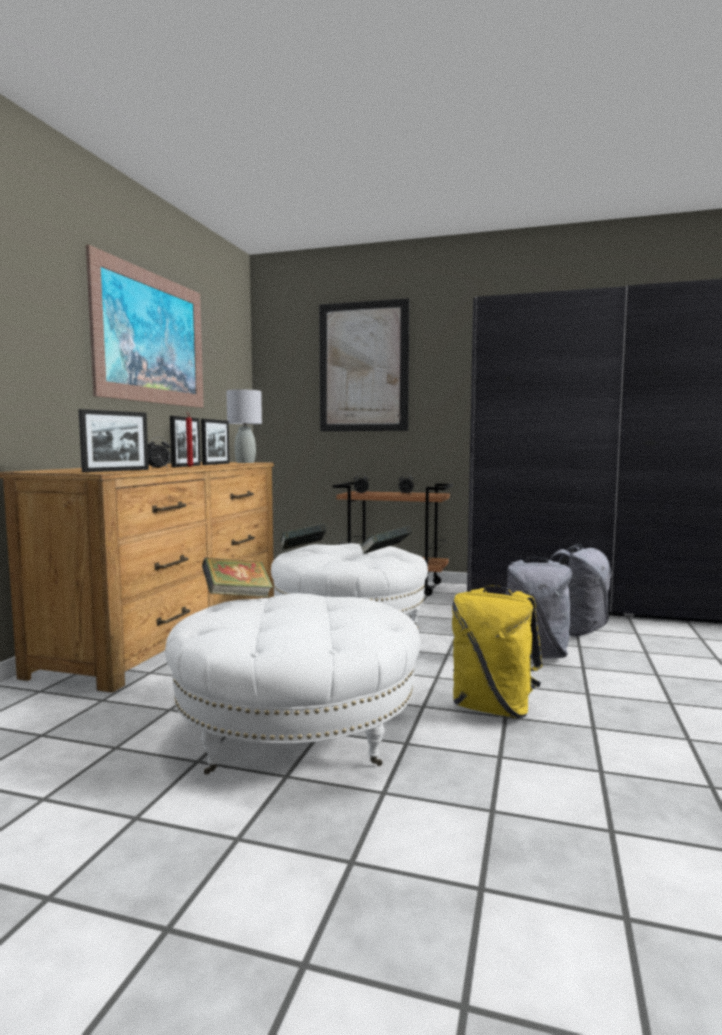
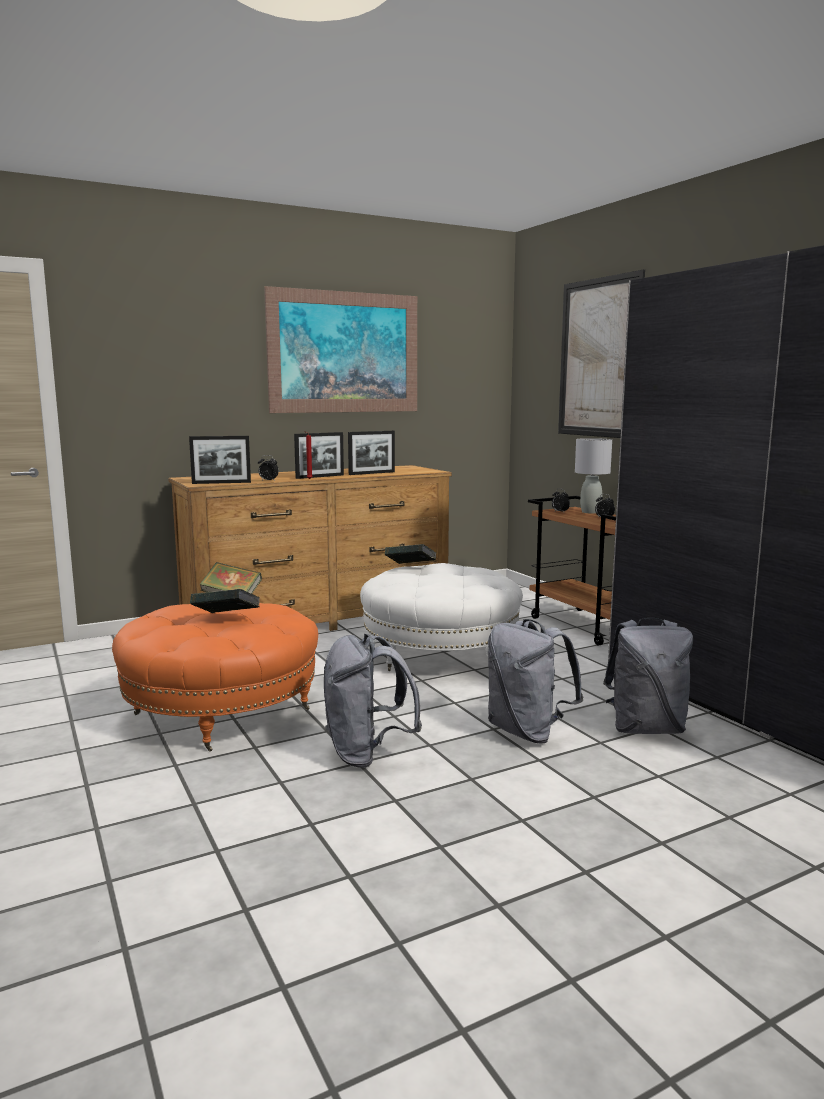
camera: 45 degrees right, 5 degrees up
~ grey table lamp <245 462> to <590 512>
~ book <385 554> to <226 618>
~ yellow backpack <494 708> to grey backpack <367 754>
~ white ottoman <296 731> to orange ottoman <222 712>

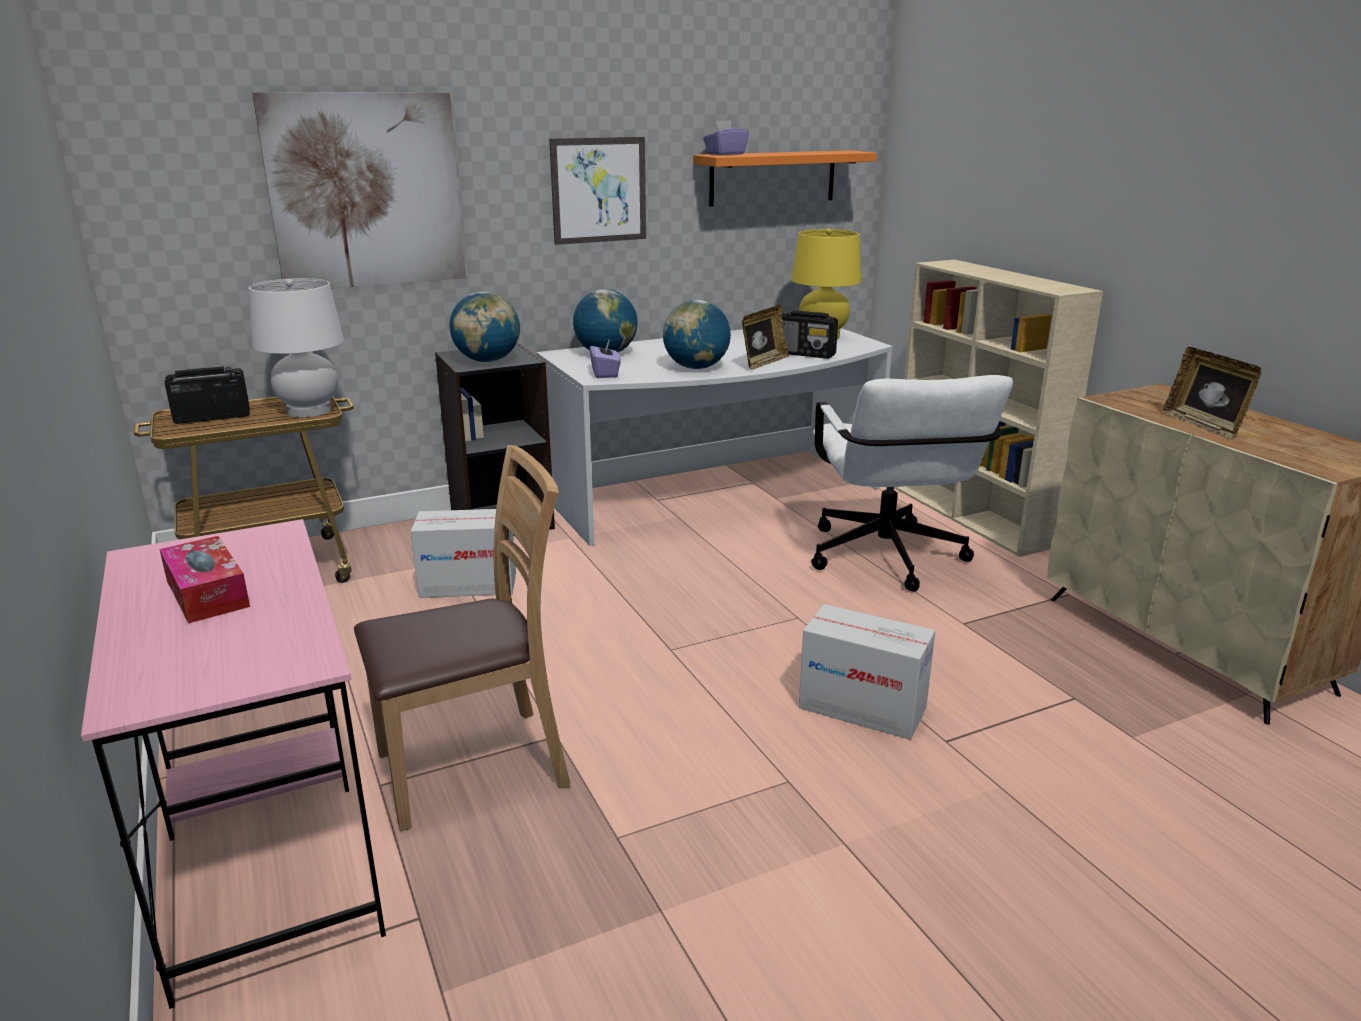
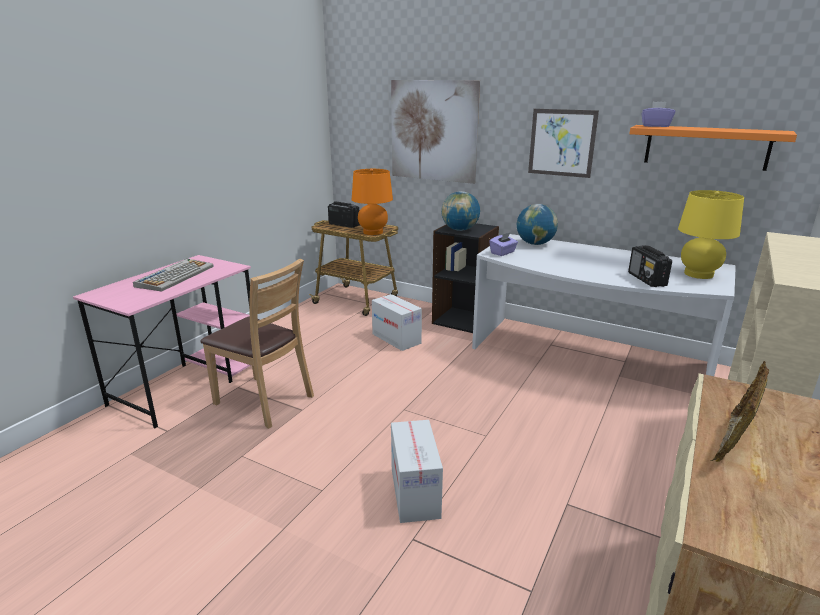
camera: 55 degrees right, 0 degrees up
~ white table lamp <309 411> to orange table lamp <373 232>
- globe <696 368>
- picture frame <763 363>
- white office chair <888 562>
~ tissue box <207 593> to keyboard <175 276>

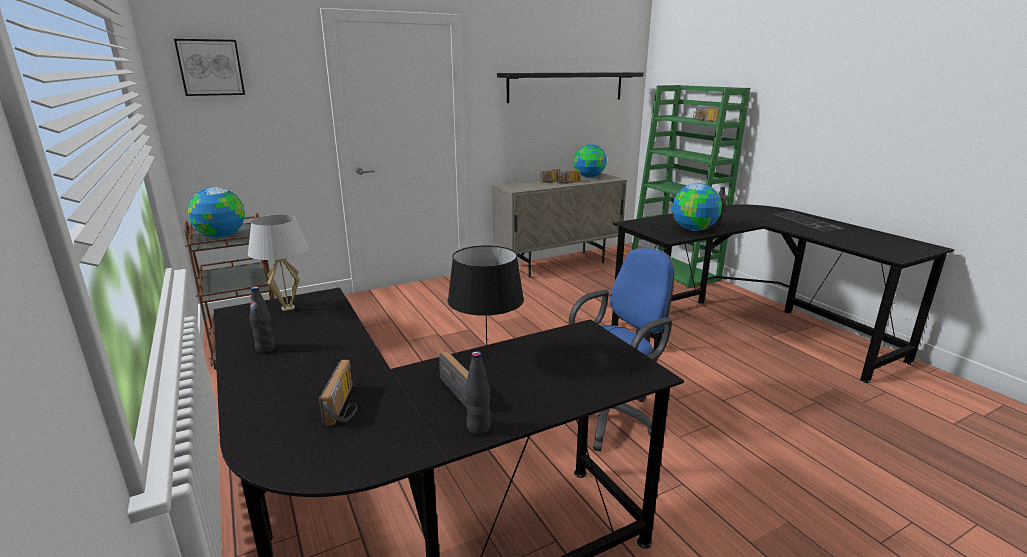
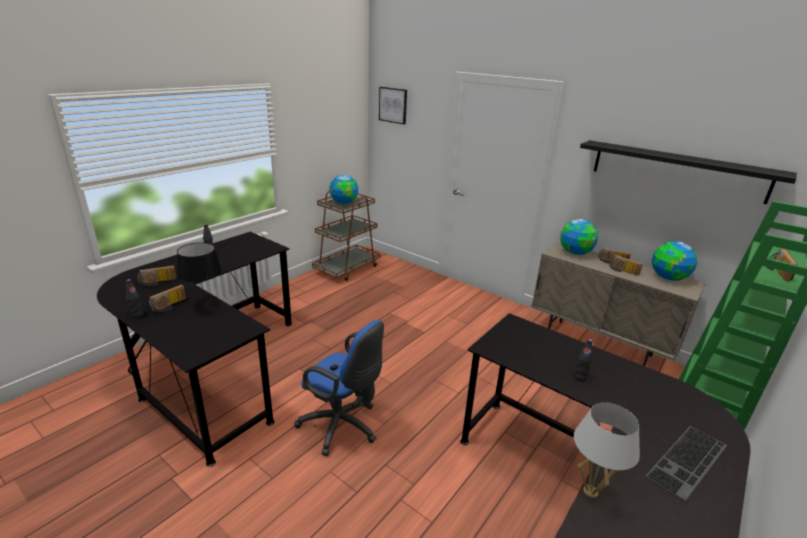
camera: 65 degrees right, 5 degrees up
~ globe <693 229> to <575 252>
~ white table lamp <288 308> to <590 491>

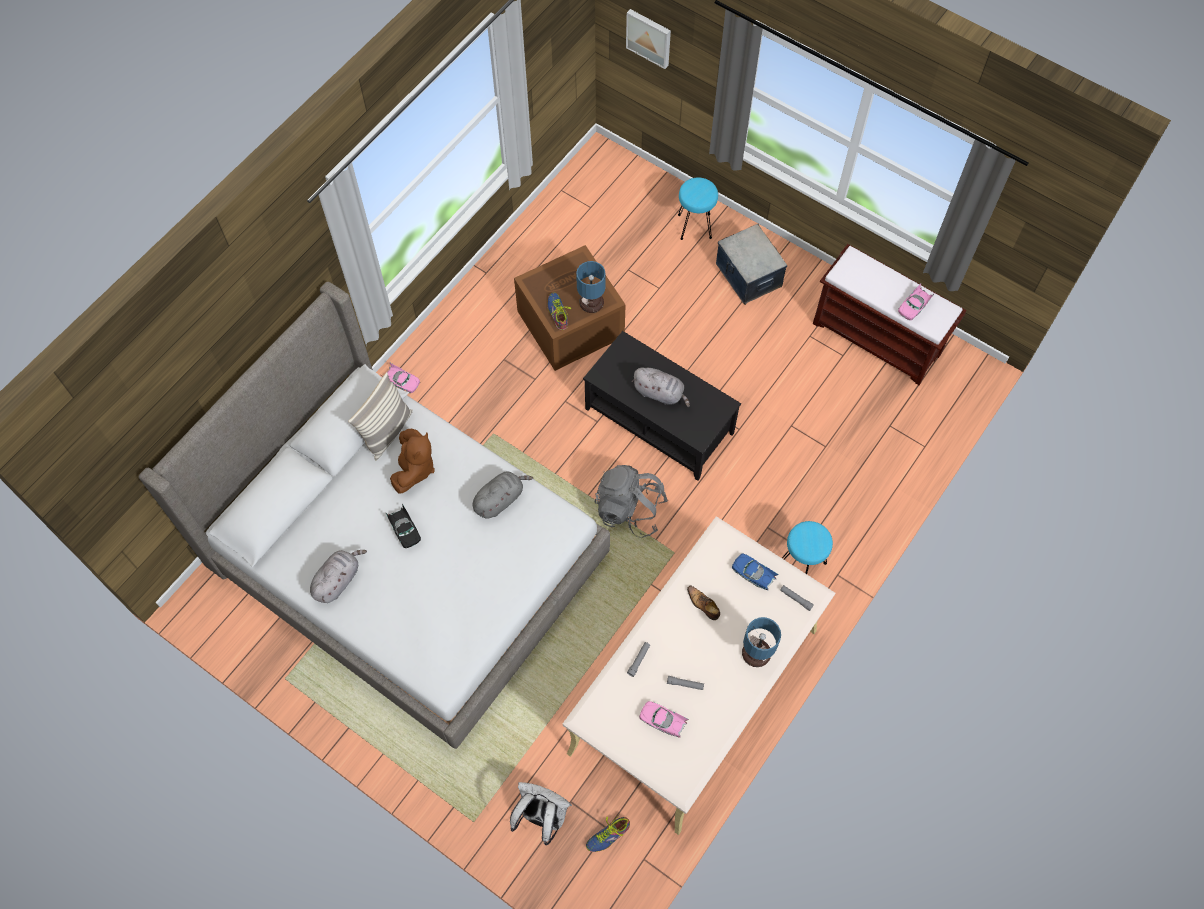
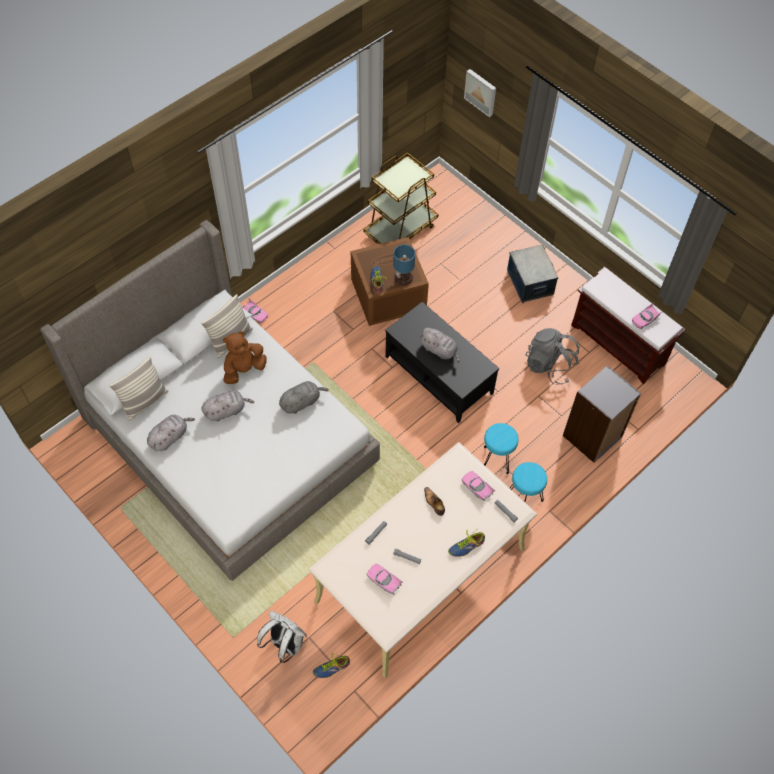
camera: 10 degrees right, 5 degrees down
~ turquoise stool <695 225> to <496 459>
~ brown plush toy <414 469> = <244 369> 150 degrees counterclockwise
~ grey backpack <630 509> to <549 366>
~ black toy car <404 530> to grey plush toy <226 410>
~ blue toy car <753 574> to pink toy car <477 488>
~ table lamp <757 654> to shoe <466 546>
+ brown cart <401 229>
+ pillow <144 402>
+ grey bookcase <592 437>

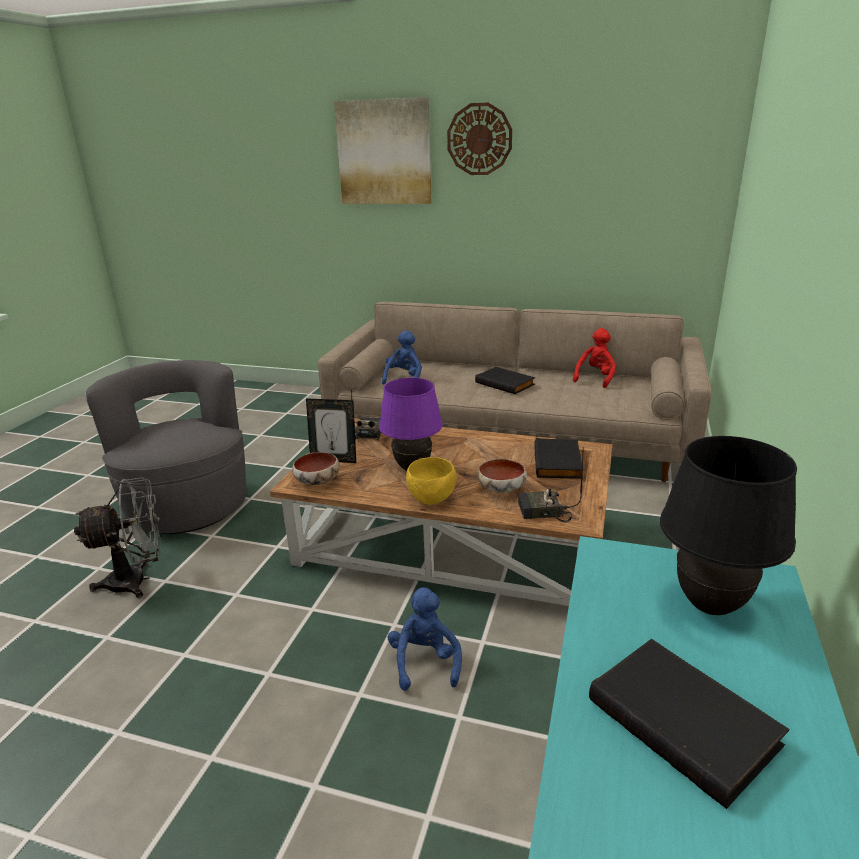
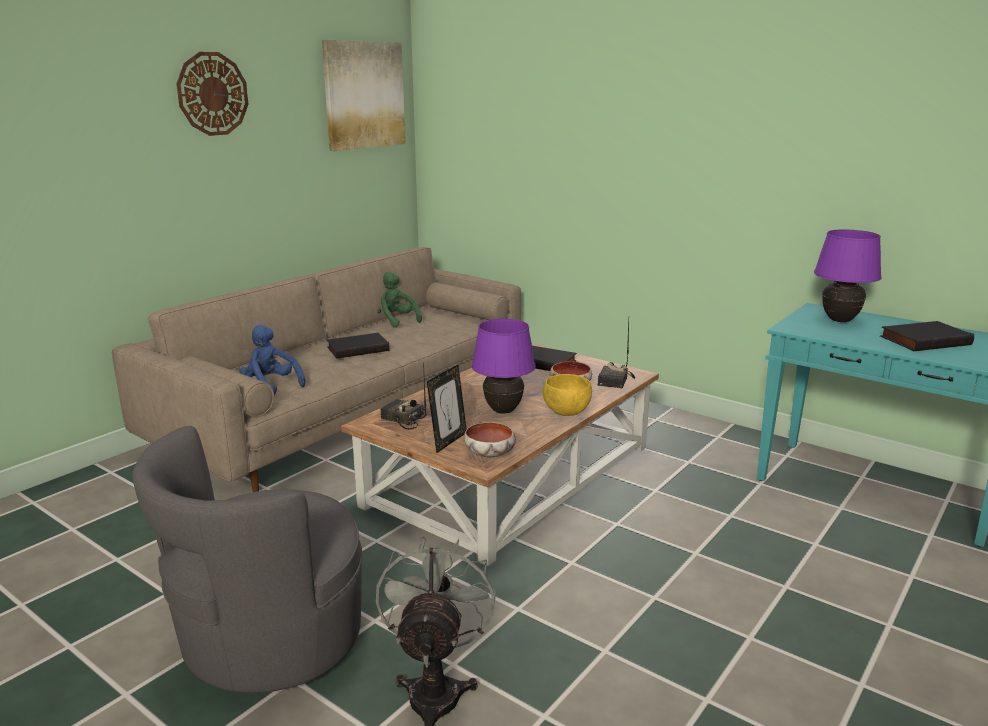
camera: 70 degrees left, 5 degrees down
~ picture <384 152> to <364 95>
~ red plush toy <594 378> to green plush toy <395 321>
~ grey armchair <188 505> = <268 639> 45 degrees counterclockwise
~ black table lamp <710 606> to purple table lamp <840 320>
- blue plush toy <425 662>

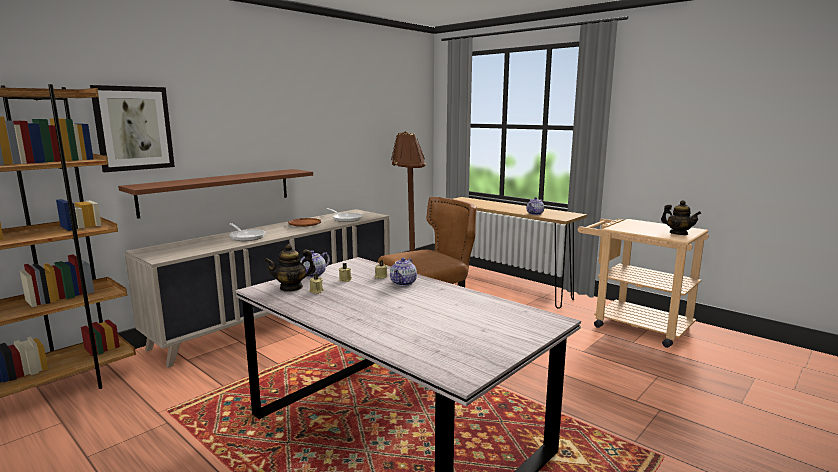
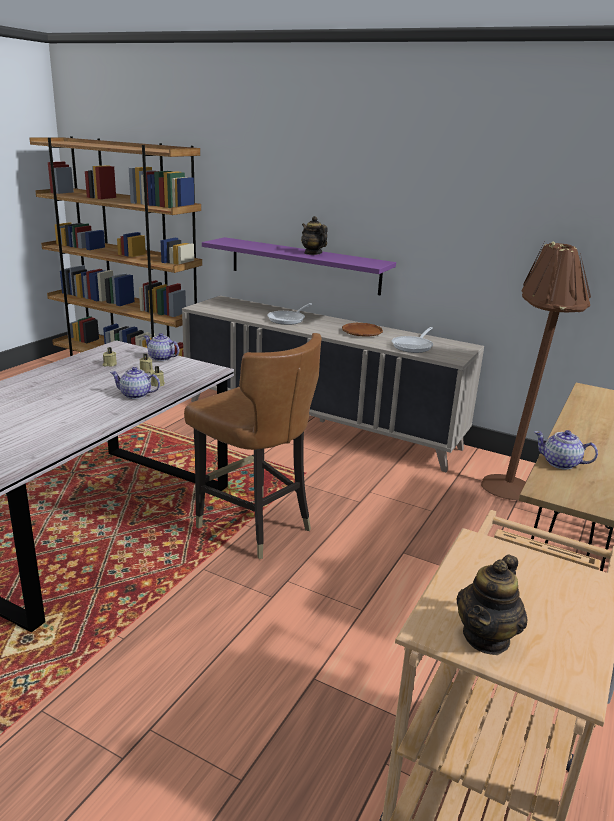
camera: 75 degrees right, 10 degrees up
- picture <133 128>
~ brown shelf <218 191> to purple shelf <304 265>
~ teapot <291 287> to <313 253>

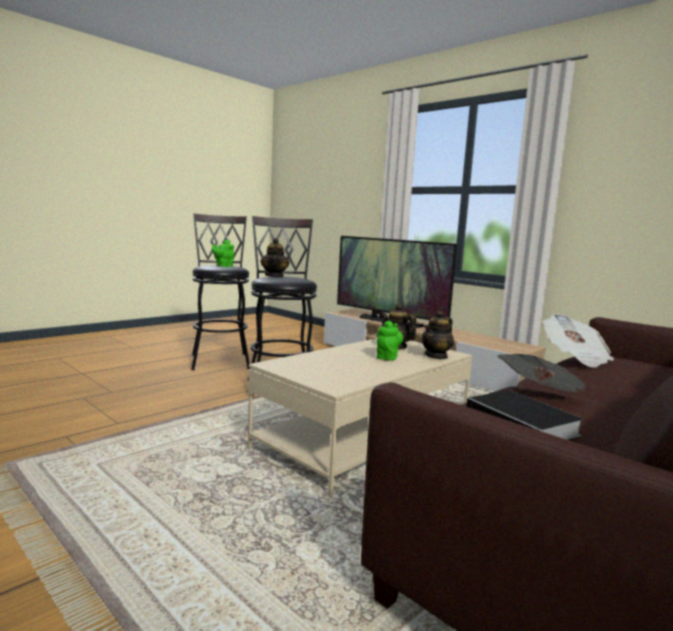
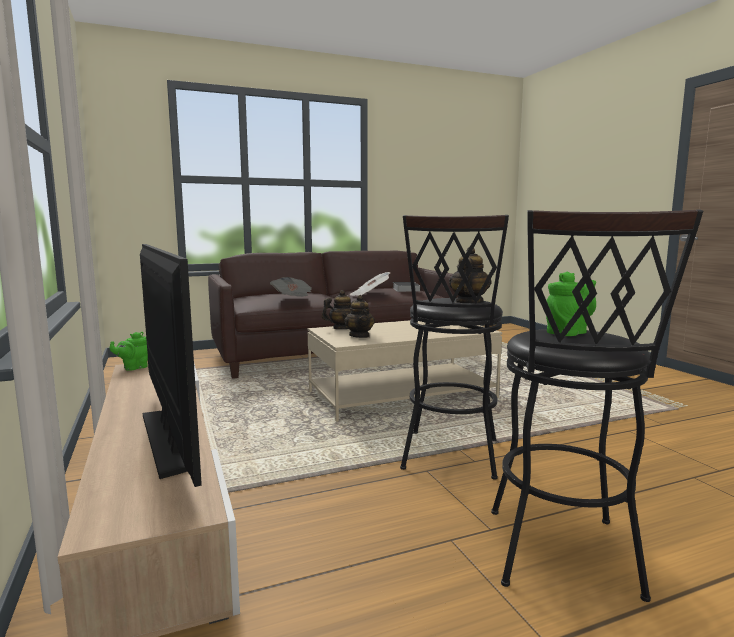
camera: 155 degrees left, 0 degrees up
~ green teapot <387 357> to <133 367>

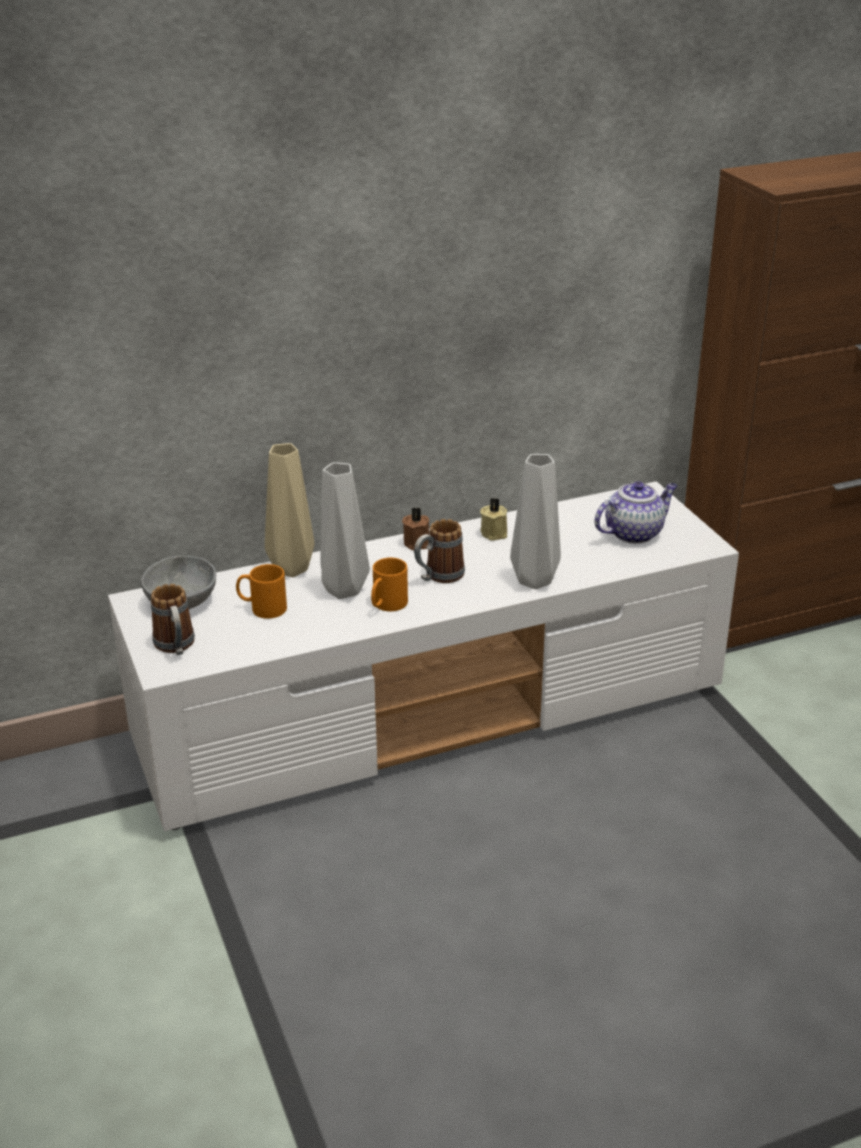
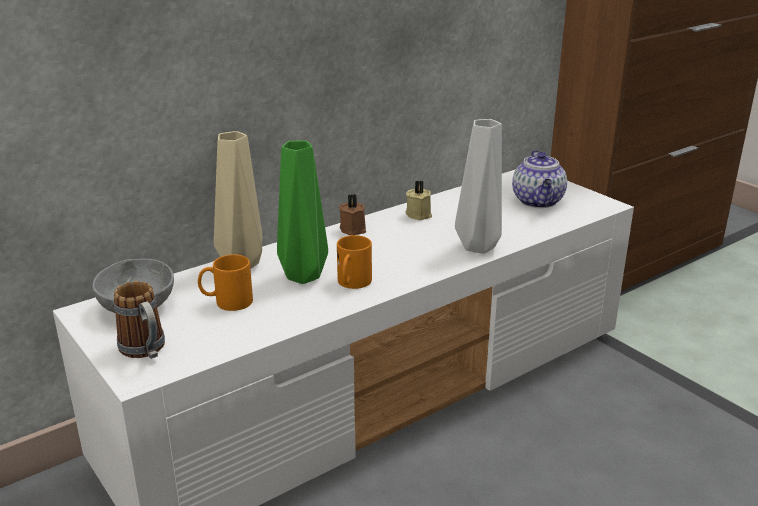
camera: 15 degrees left, 5 degrees down
~ grey vase <342 590> to green vase <301 276>
~ teapot <634 533> = <538 202> 135 degrees clockwise
- mug <438 577>

